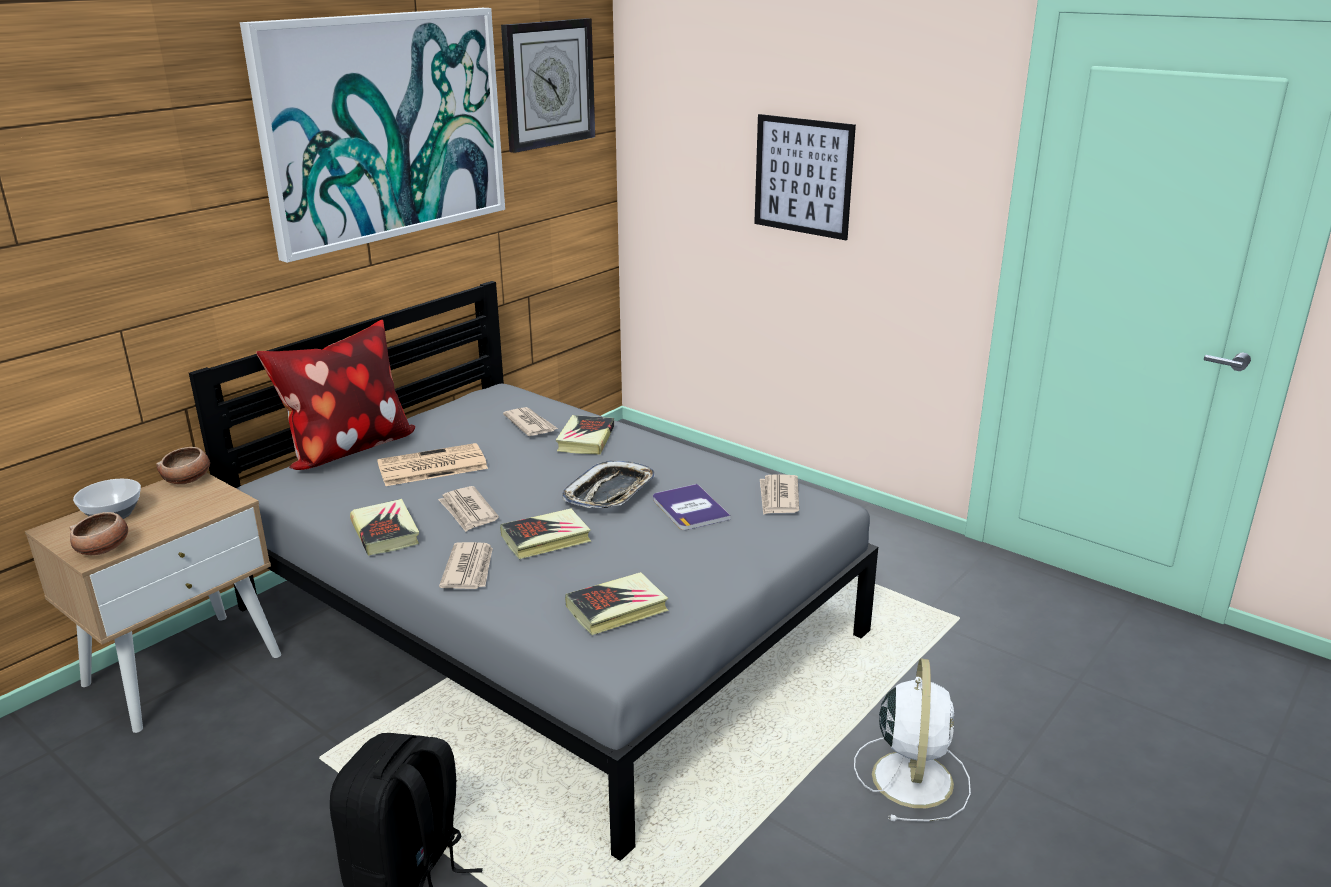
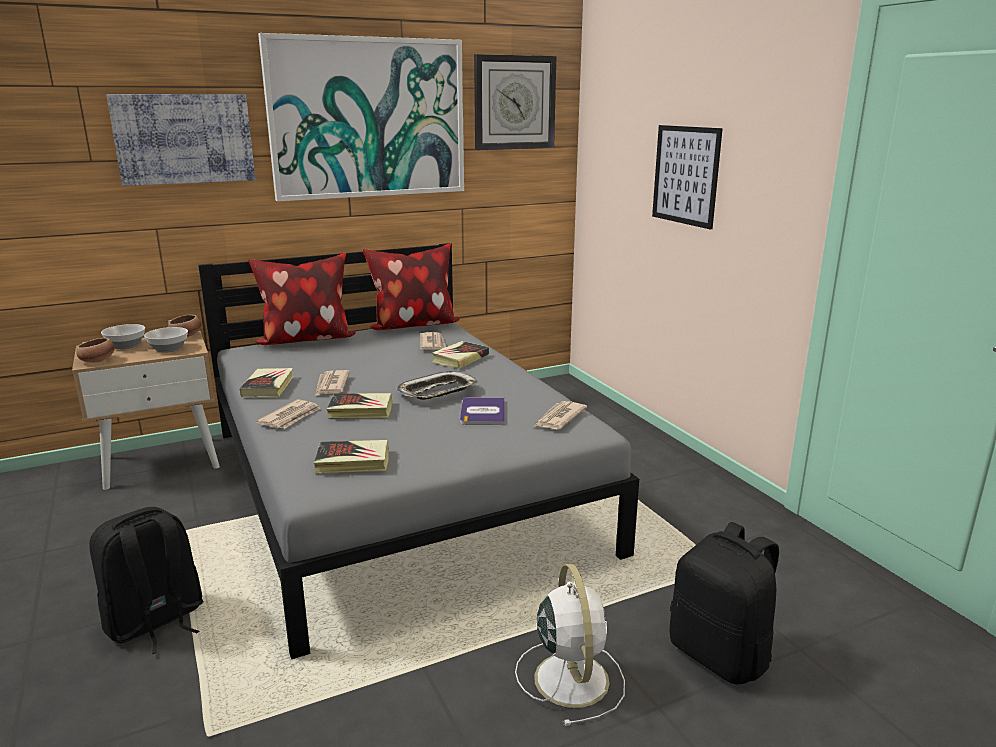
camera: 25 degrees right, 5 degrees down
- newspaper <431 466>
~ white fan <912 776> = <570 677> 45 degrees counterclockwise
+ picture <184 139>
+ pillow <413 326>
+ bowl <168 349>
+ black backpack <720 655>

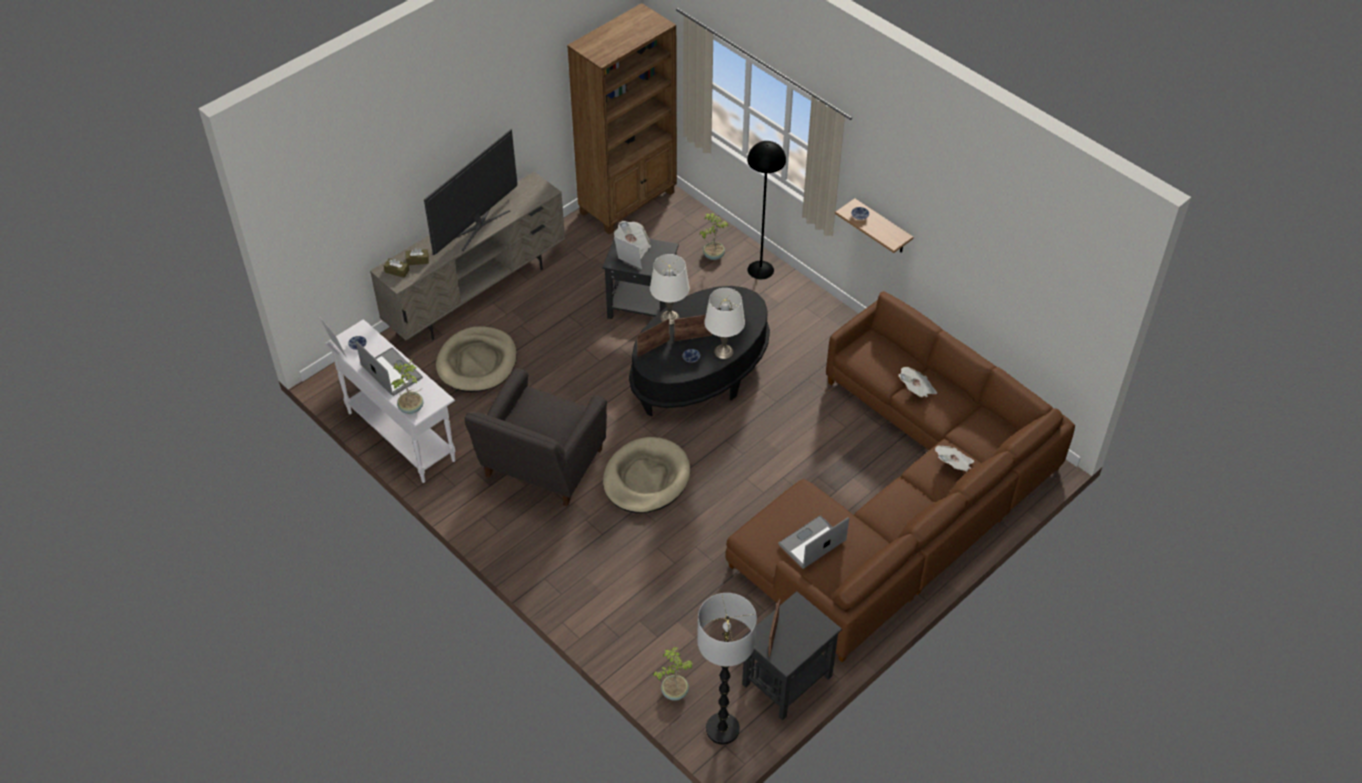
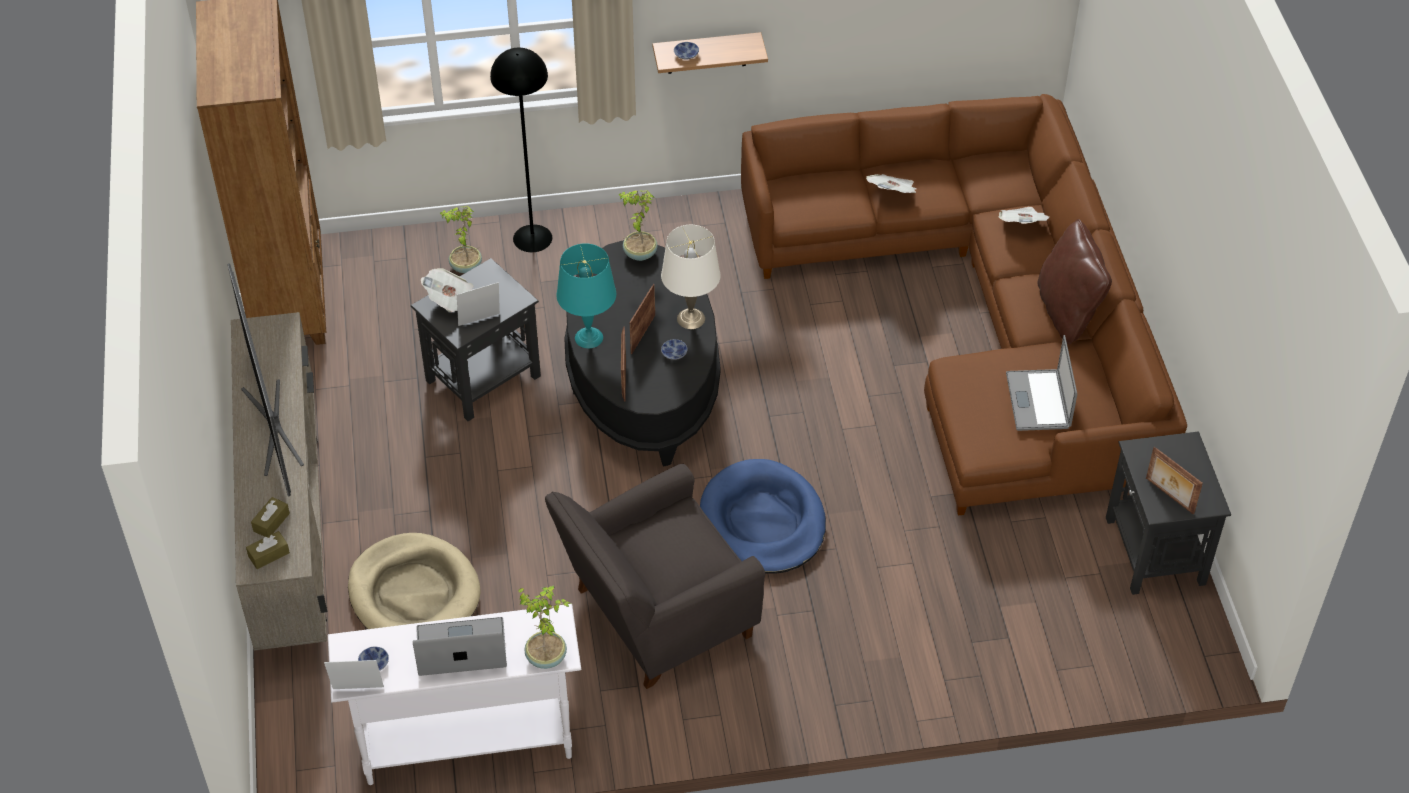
camera: 55 degrees left, 0 degrees up
~ white table lamp <669 317> to turquoise table lamp <588 337>
~ grey armchair <541 467> = <655 617> 90 degrees clockwise
~ beige dog bed <646 478> to blue dog bed <763 521>
- floor lamp <722 729>
~ potted plant <674 691> to <639 254>
+ brown pillow <1067 312>

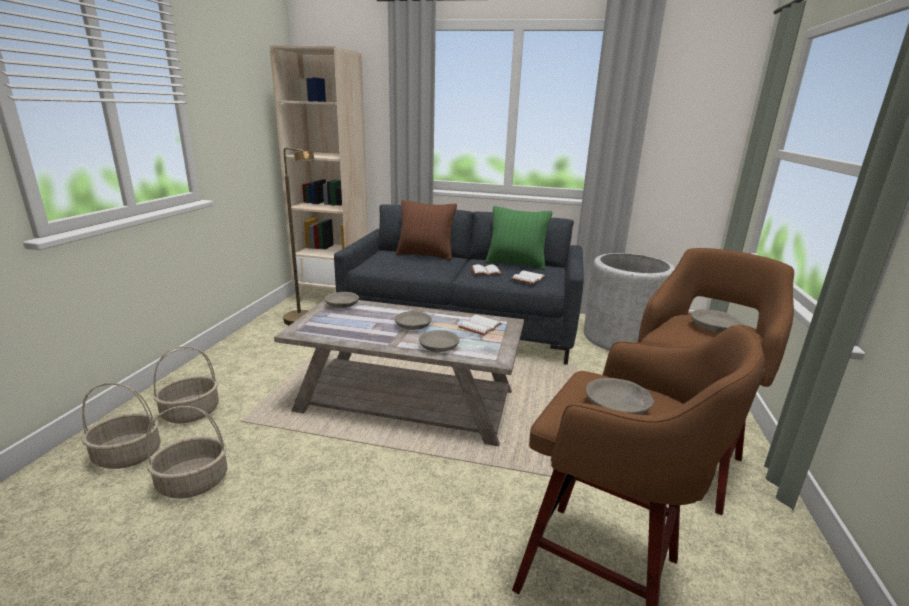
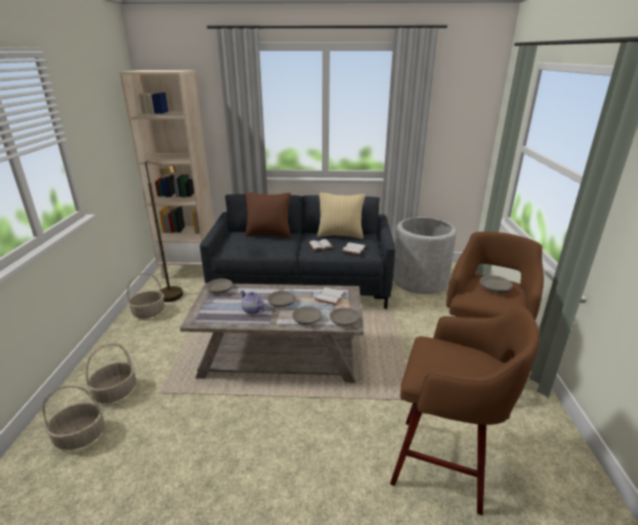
camera: 10 degrees left, 5 degrees up
~ green pillow <516 264> to beige pillow <340 235>
~ grey bowl <617 407> to <344 321>
~ basket <192 483> to <148 312>
+ teapot <253 310>

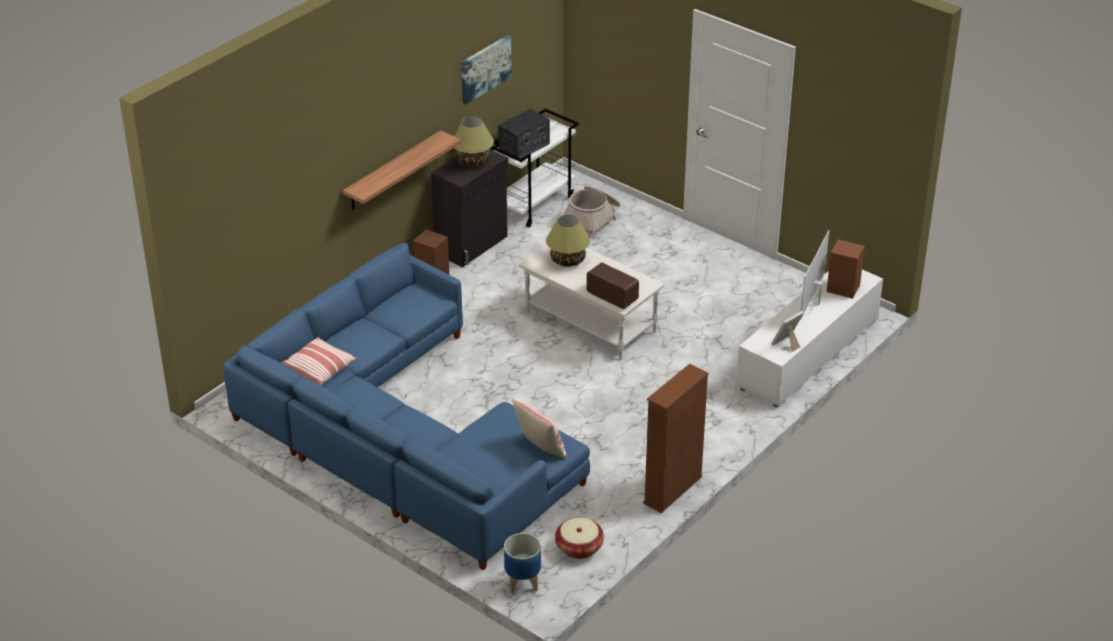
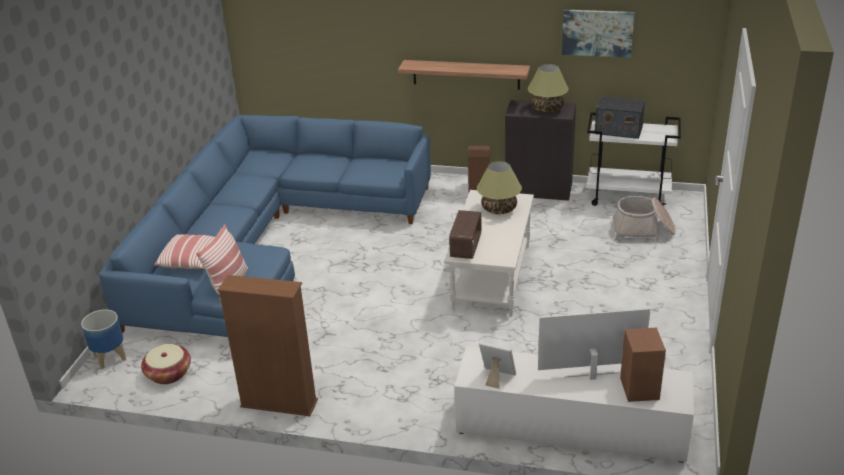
camera: 65 degrees right, 5 degrees down
~ pillow <319 369> to <192 260>

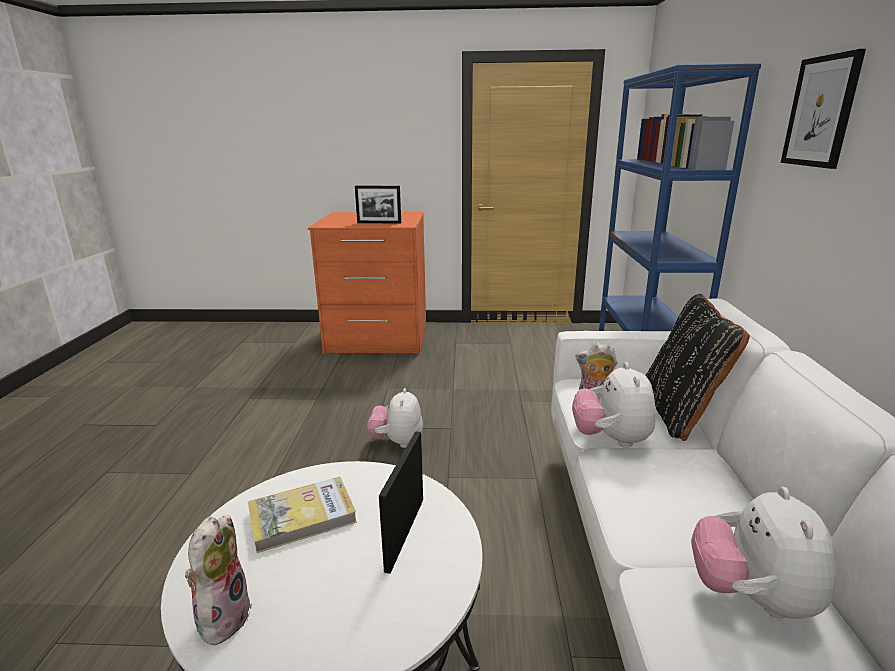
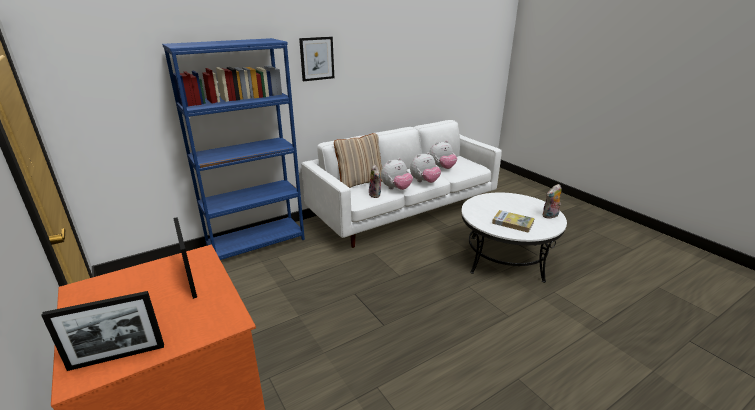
camera: 125 degrees left, 5 degrees up
~ black pillow <680 412> to beige pillow <360 181>
~ plush toy <397 442> to <424 182>
~ picture frame <405 533> to <117 357>

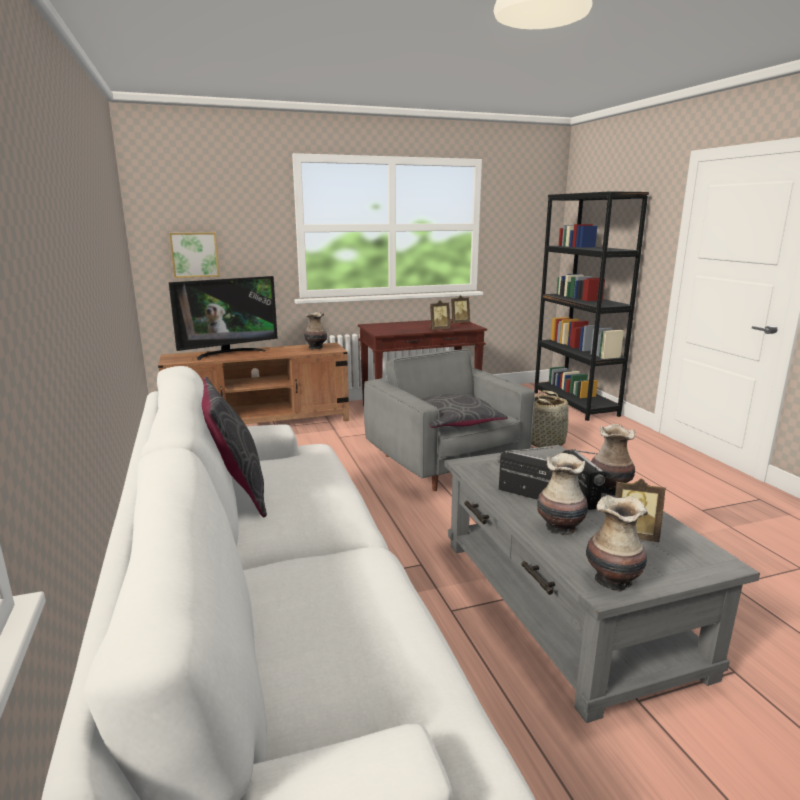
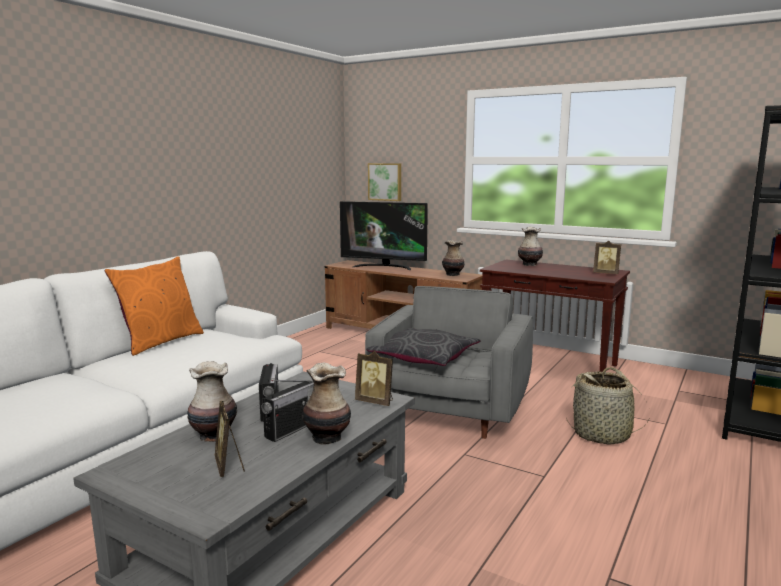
camera: 50 degrees right, 5 degrees down
~ picture frame <438 329> to <375 401>
~ grey pillow <238 494> to orange pillow <160 342>
~ vase <613 581> to <530 265>

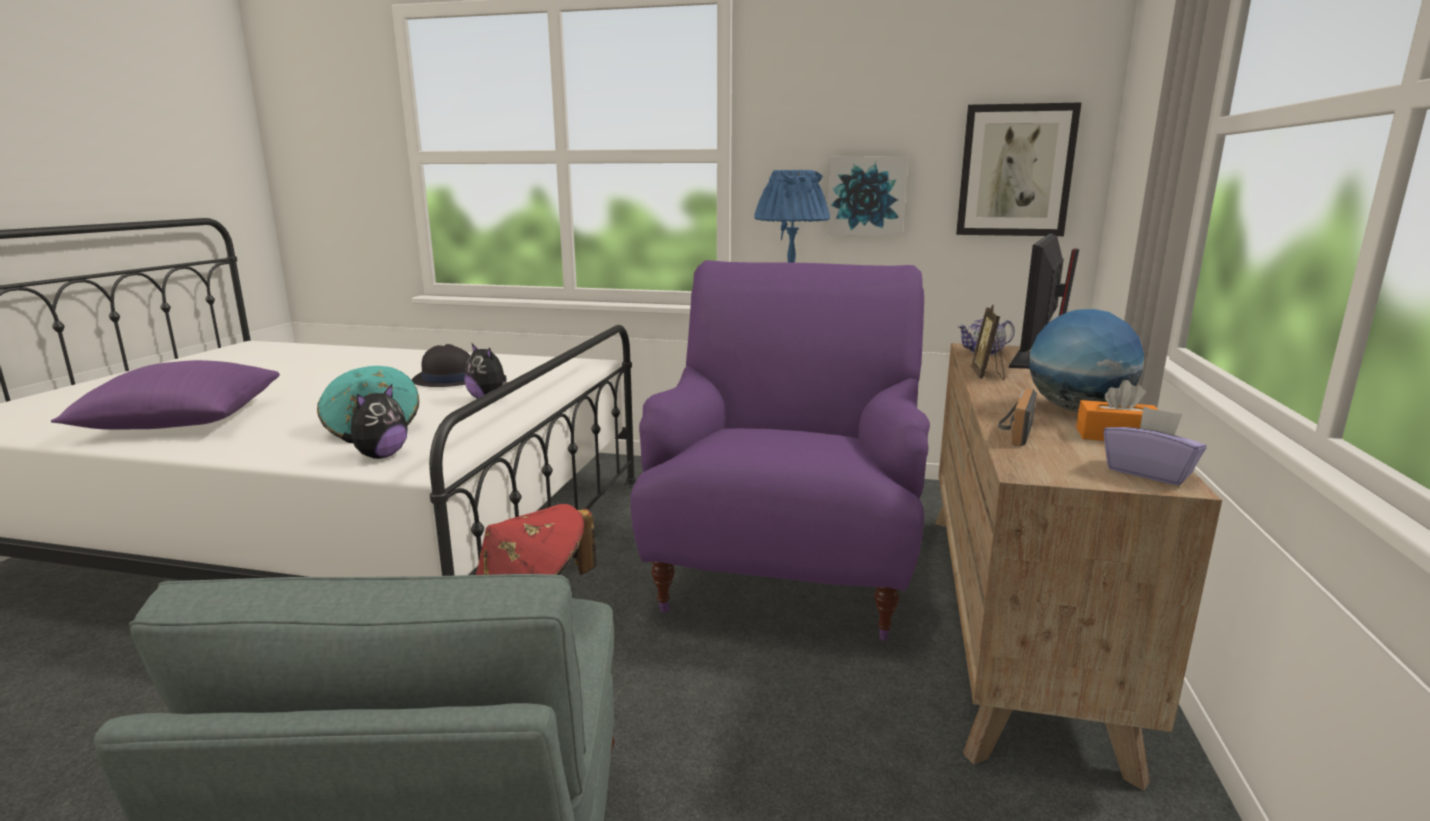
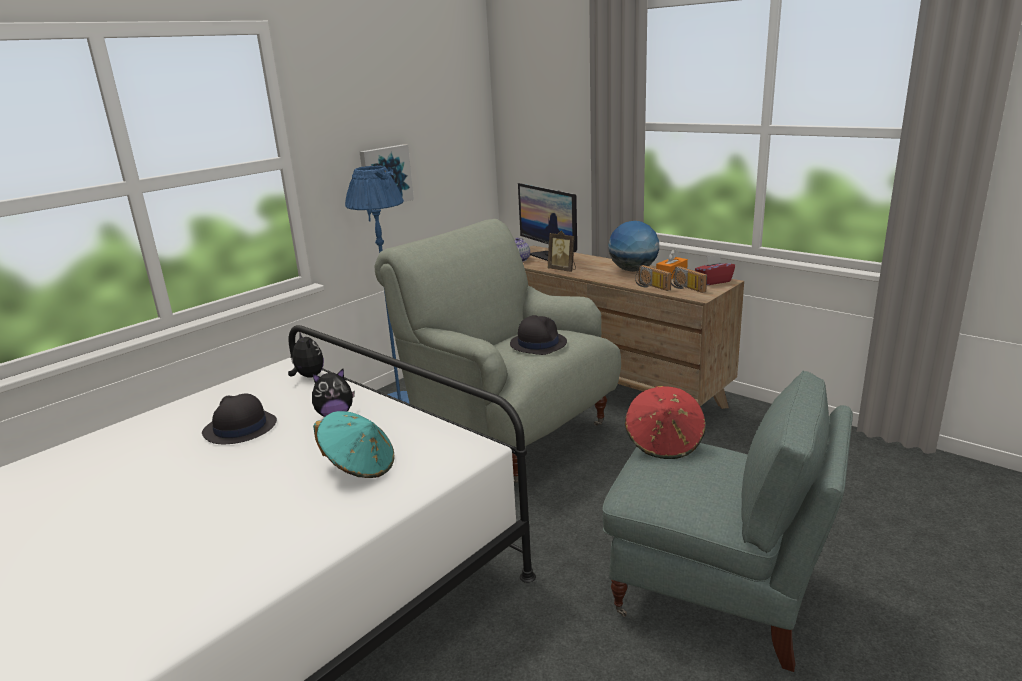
camera: 60 degrees left, 5 degrees up
- picture <1015 171>
~ purple armchair <785 574> to grey armchair <509 433>
- purple pillow <183 421>
~ plush toy <380 456> to <308 376>
~ purple tissue box <1148 472> to red tissue box <713 281>
+ radio <685 288>
+ black hat <538 343>

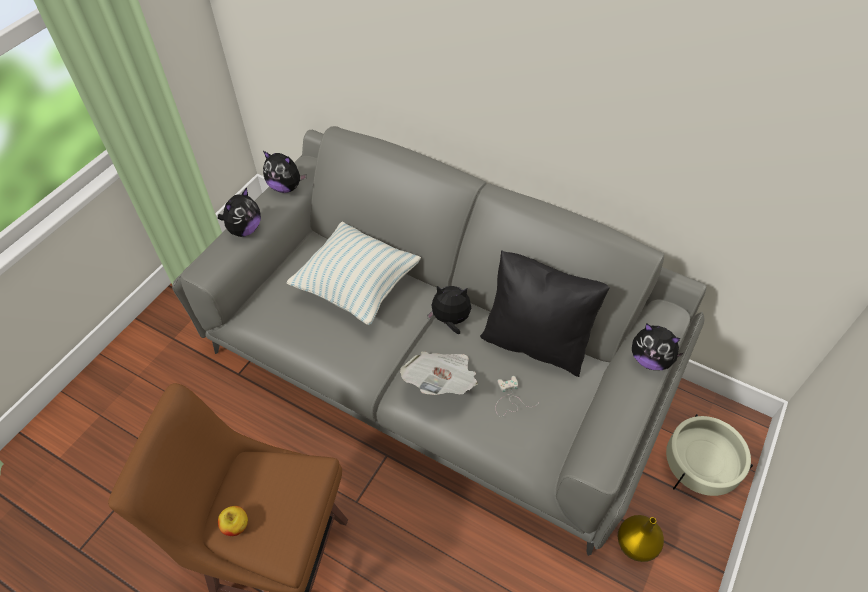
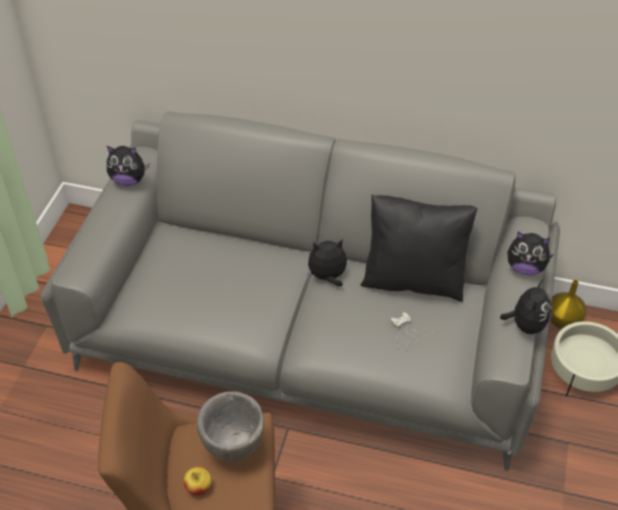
camera: 15 degrees left, 5 degrees down
~ plush toy <244 229> to <526 325>
- pillow <357 287>
- newspaper <441 382>
~ yellow vase <636 545> to <563 321>
+ grey bowl <234 448>

